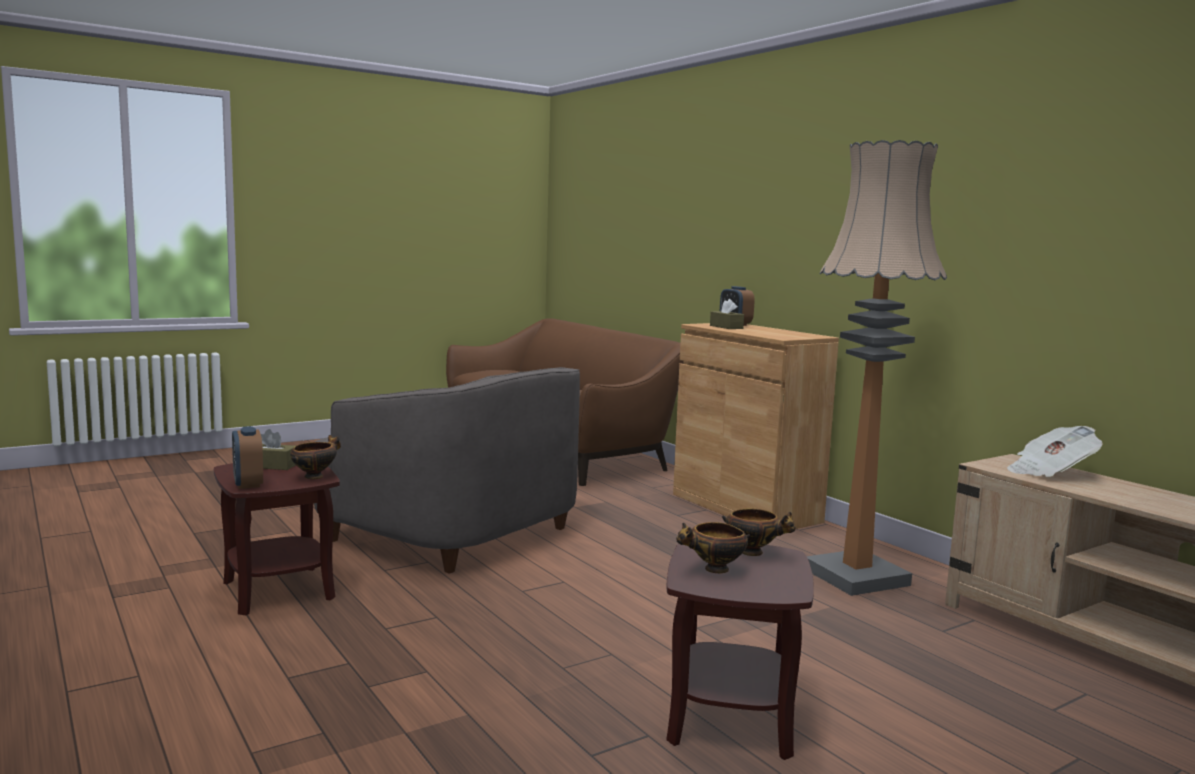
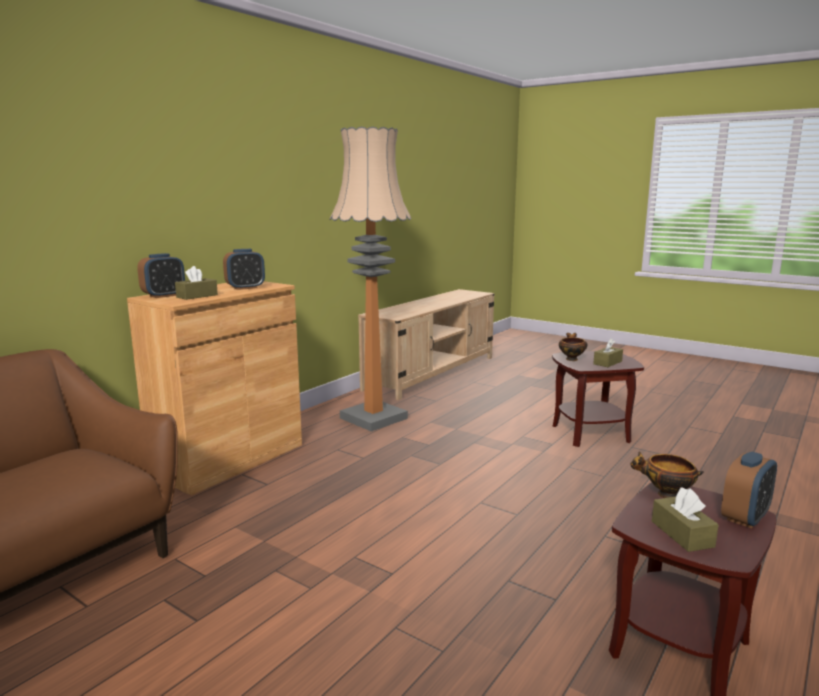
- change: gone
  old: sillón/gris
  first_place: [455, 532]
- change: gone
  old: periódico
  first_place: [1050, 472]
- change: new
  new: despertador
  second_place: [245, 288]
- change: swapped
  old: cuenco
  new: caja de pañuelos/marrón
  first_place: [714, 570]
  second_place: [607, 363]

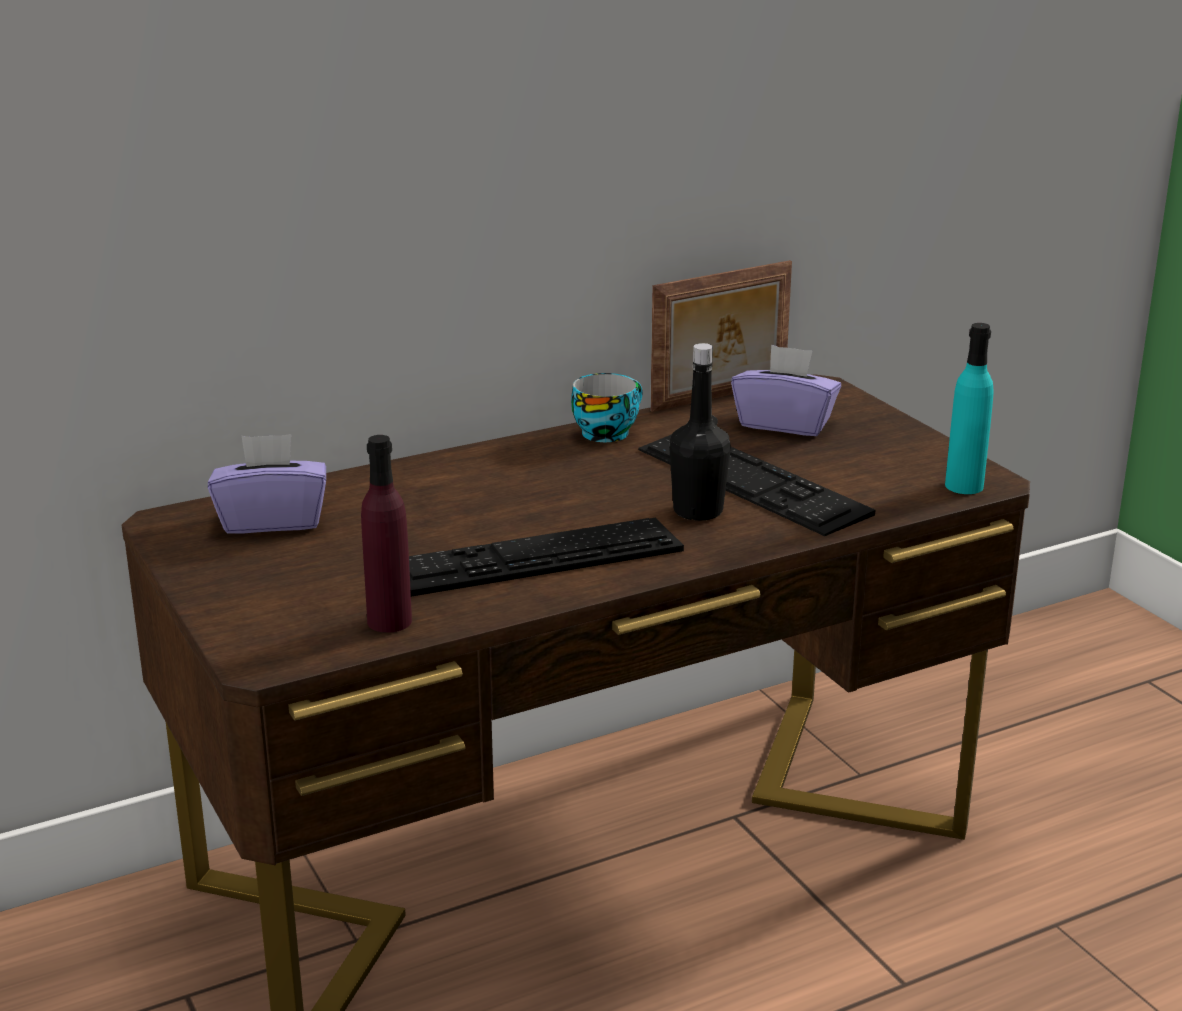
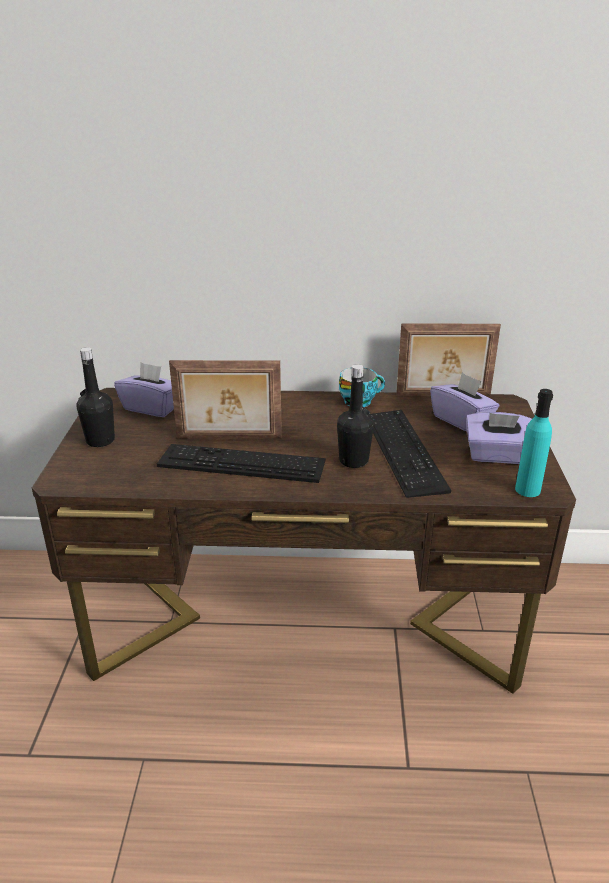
- change: gone
  old: botella/morado
  first_place: [389, 621]
- change: new
  new: botella/negro
  second_place: [100, 440]
- change: new
  new: portarretratos
  second_place: [229, 438]
- change: new
  new: caja de pañuelos/morado
  second_place: [497, 455]

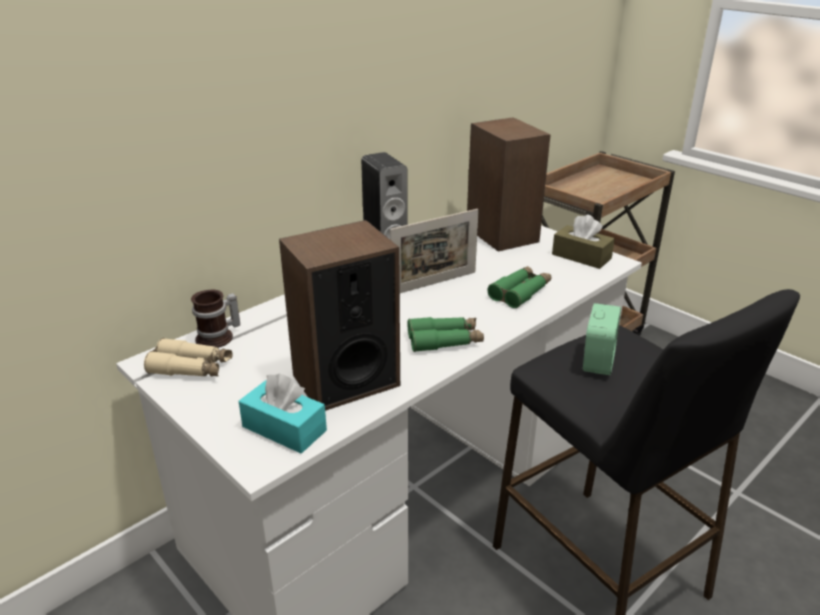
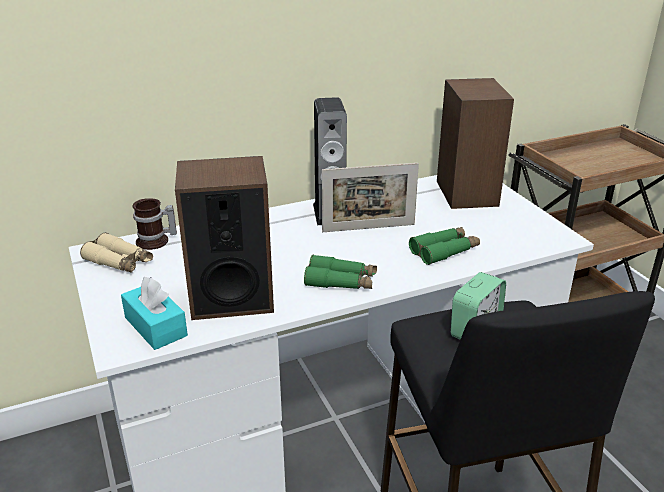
- change: gone
  old: caja de pañuelos/marrón
  first_place: [581, 256]

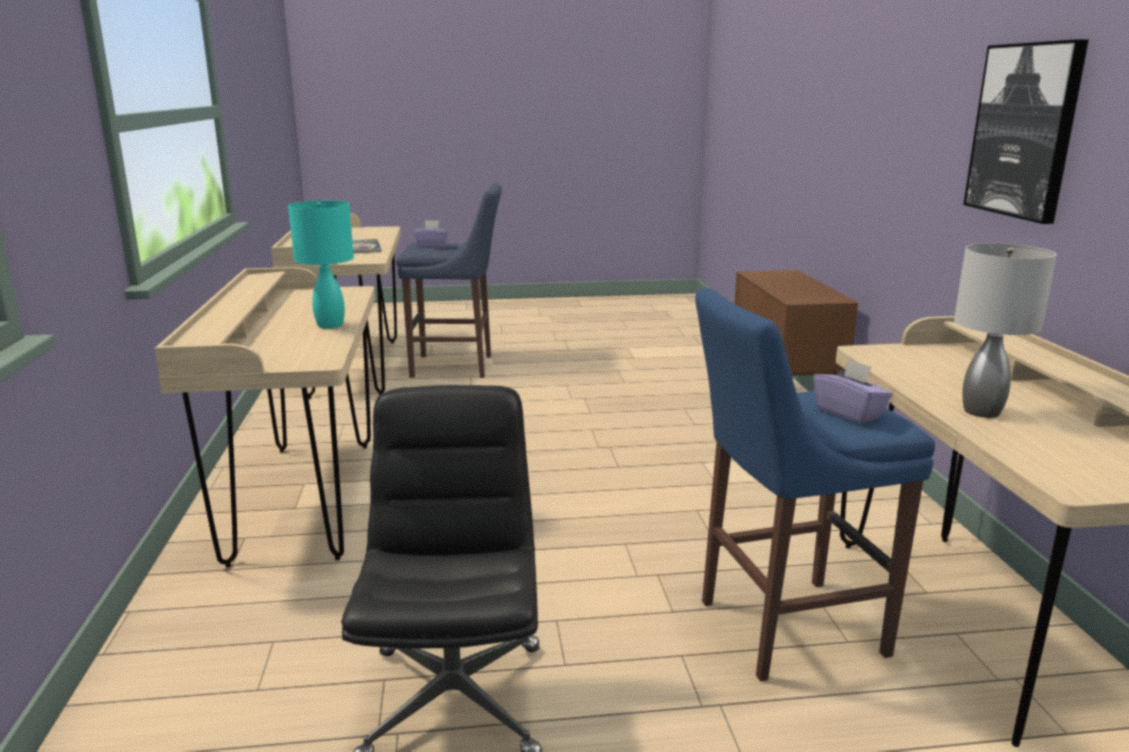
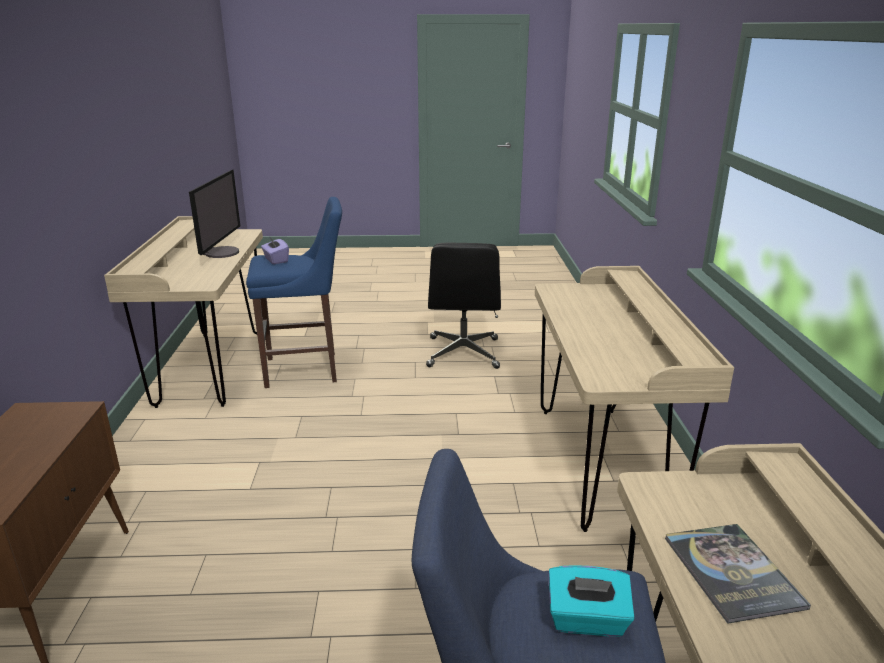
- change: gone
  old: lámpara de mesa/turquesa
  first_place: [329, 325]
- change: gone
  old: cuadro
  first_place: [1024, 130]
- change: swapped
  old: lámpara de mesa/gris
  new: monitor
  first_place: [983, 412]
  second_place: [221, 252]
- change: repainted
  old: caja de pañuelos/morado
  new: caja de pañuelos/turquesa
  first_place: [432, 246]
  second_place: [587, 620]

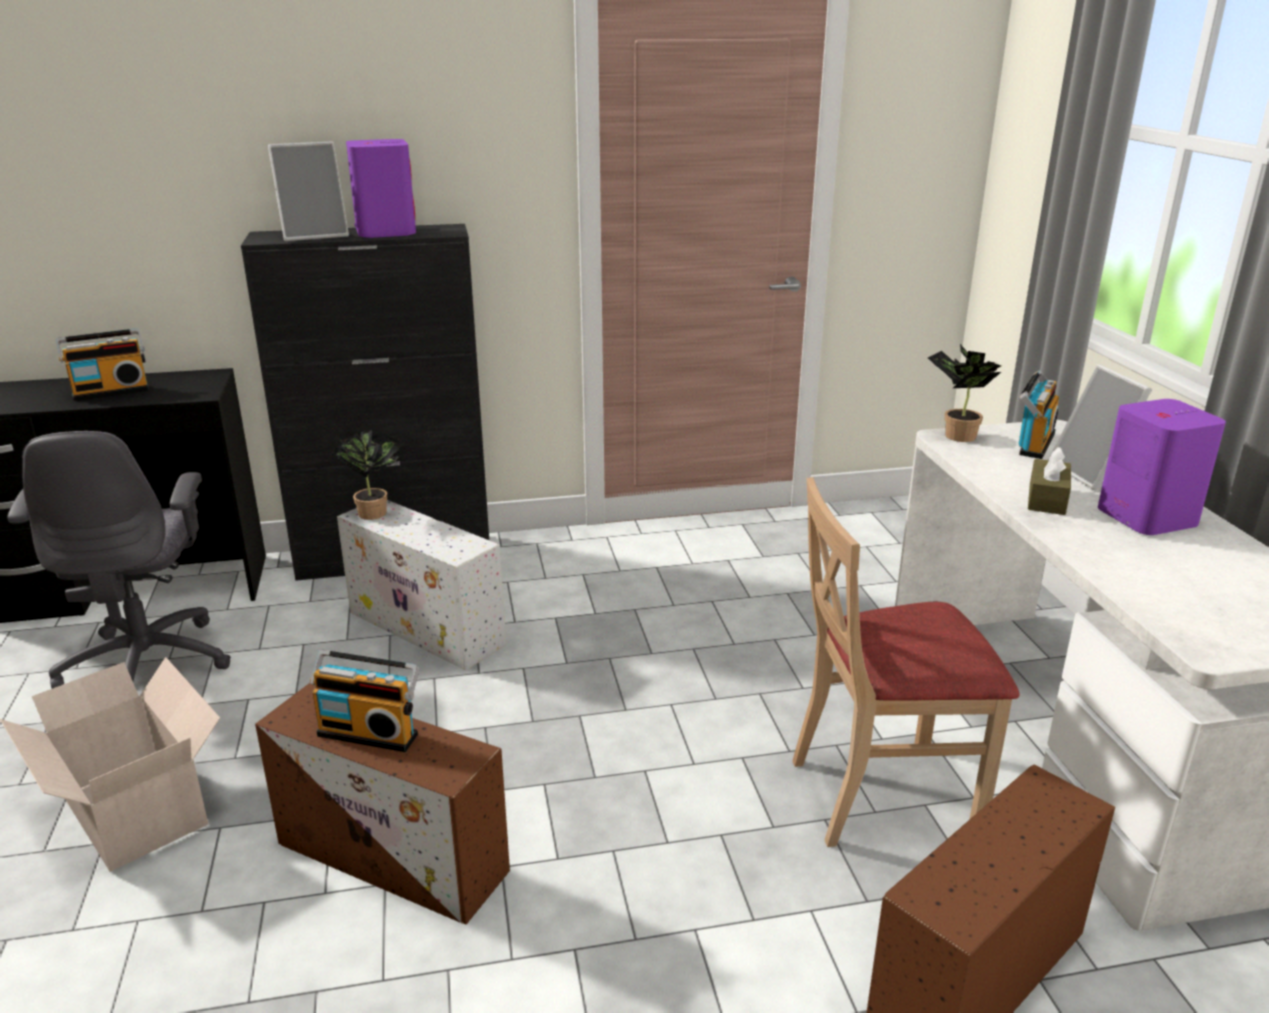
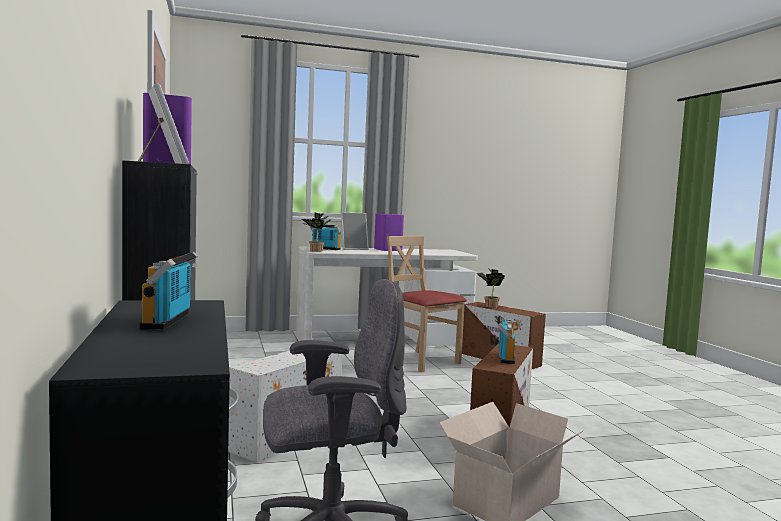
- change: gone
  old: caja de pañuelos/marrón
  first_place: [1047, 499]
- change: shifted
  old: planta en maceta
  first_place: [375, 511]
  second_place: [489, 306]
- change: rotated
  old: radio
  first_place: [111, 391]
  second_place: [169, 321]
  degrees: -150
- change: rotated
  old: silla/beis
  first_place: [882, 794]
  second_place: [421, 361]
  degrees: 150

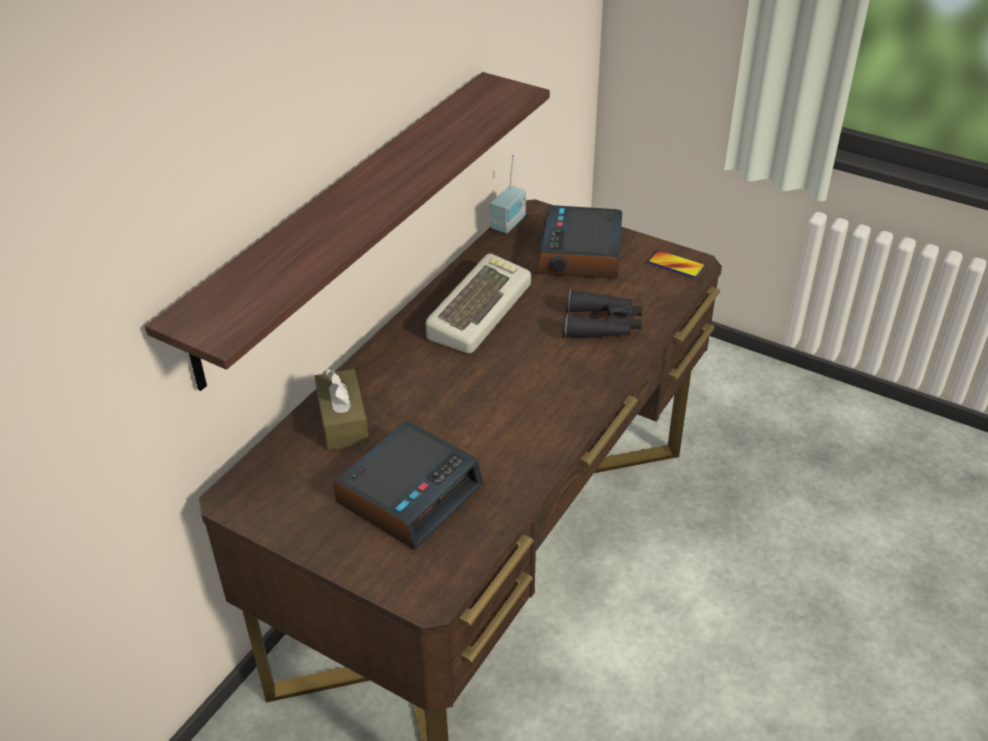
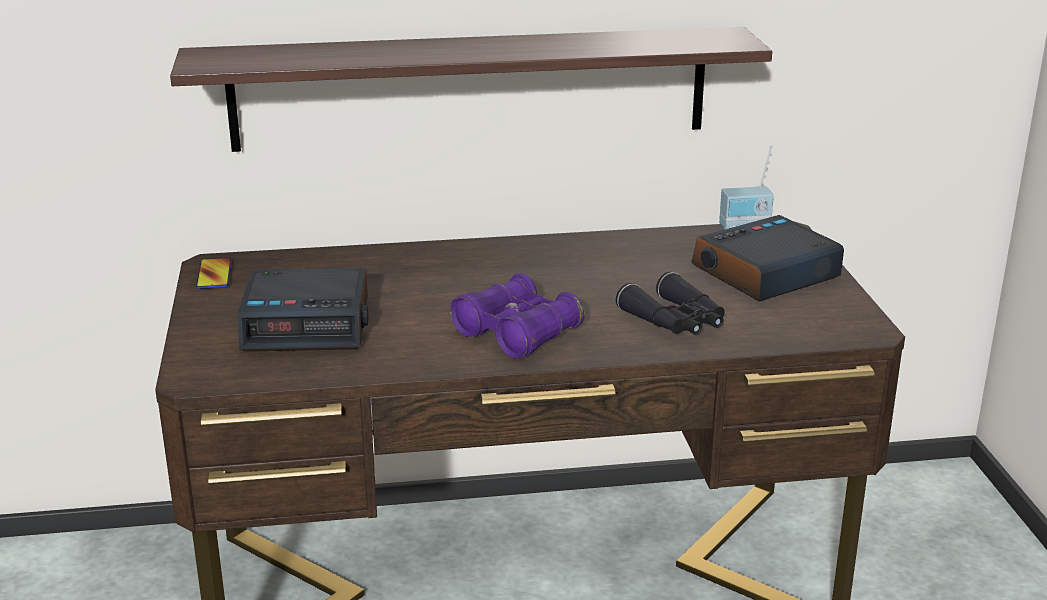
- change: gone
  old: caja de pañuelos/marrón
  first_place: [343, 421]
- change: gone
  old: teclado
  first_place: [477, 310]
- change: new
  new: prismáticos/morado
  second_place: [517, 333]
- change: shifted
  old: móvil
  first_place: [676, 265]
  second_place: [214, 275]

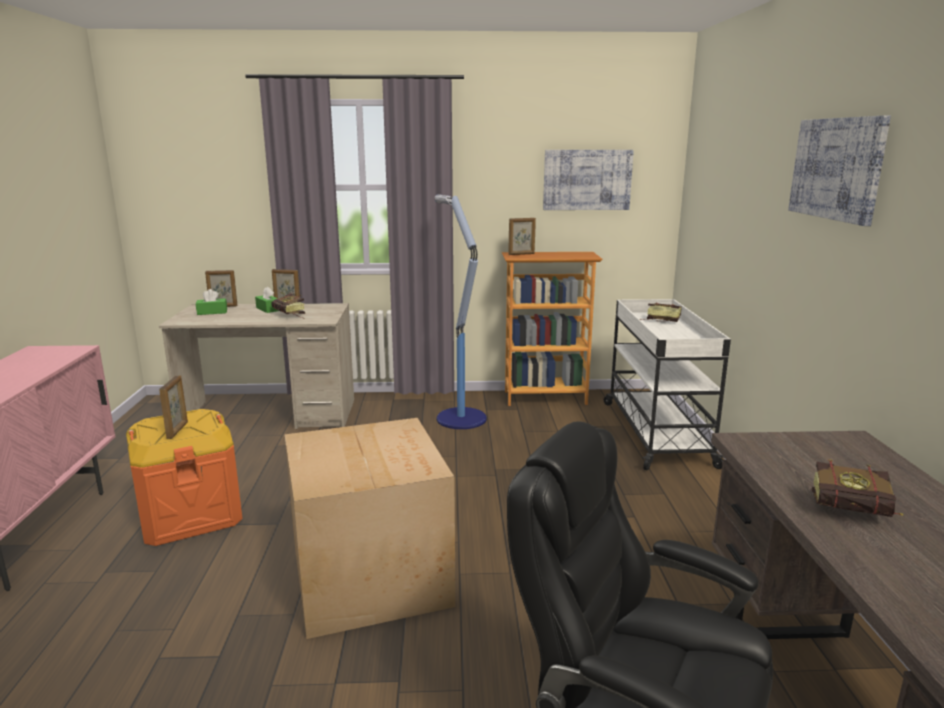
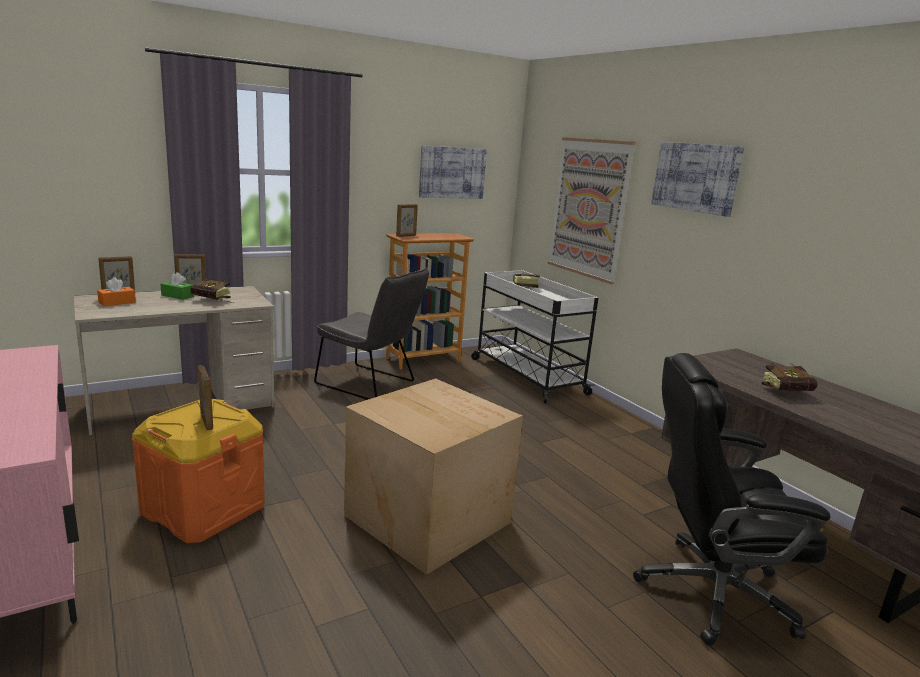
- change: new
  new: cuadro
  second_place: [588, 208]
- change: swapped
  old: lámpara de pie
  new: silla/gris
  first_place: [460, 418]
  second_place: [370, 384]
- change: repainted
  old: caja de pañuelos/verde
  new: caja de pañuelos/naranja
  first_place: [212, 312]
  second_place: [117, 302]

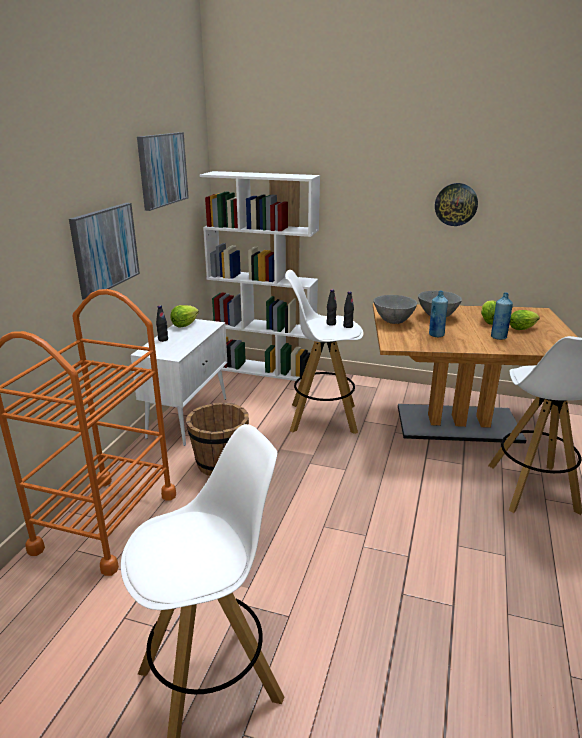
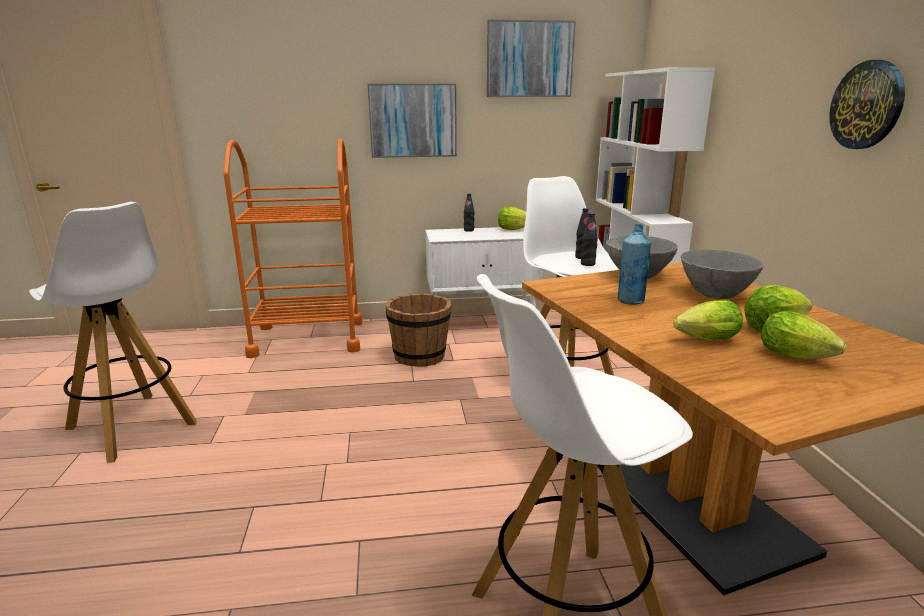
- change: swapped
  old: botella/azul
  new: lechuga
  first_place: [498, 337]
  second_place: [703, 340]

